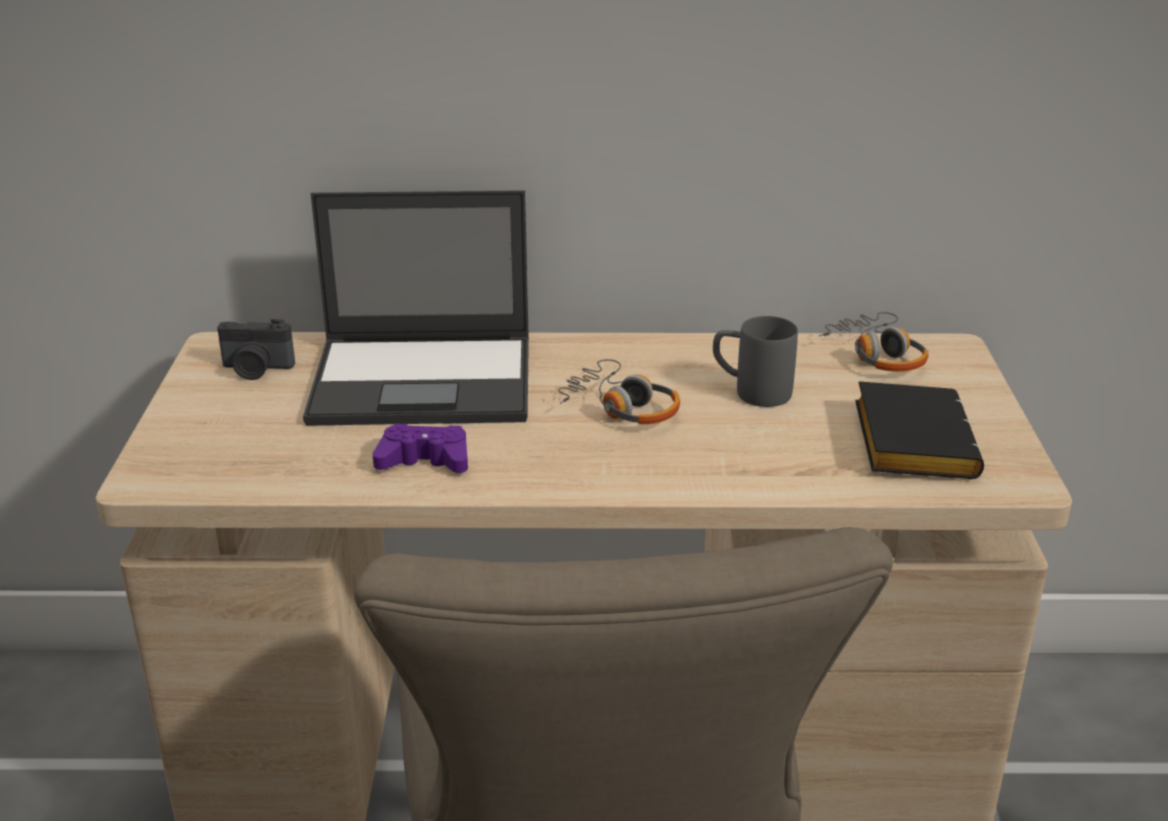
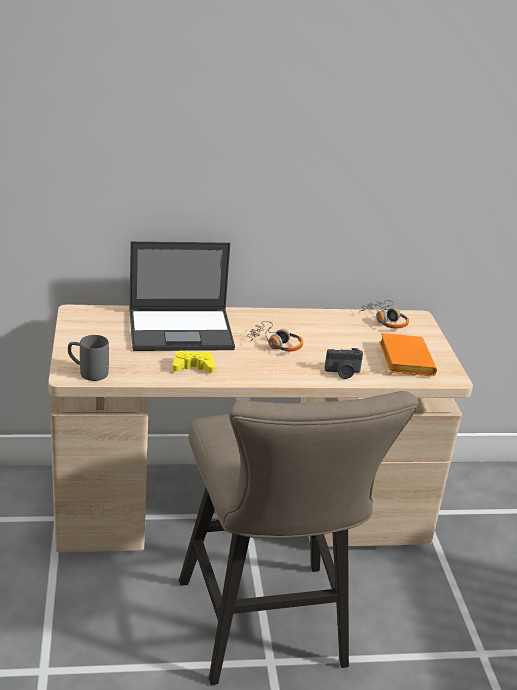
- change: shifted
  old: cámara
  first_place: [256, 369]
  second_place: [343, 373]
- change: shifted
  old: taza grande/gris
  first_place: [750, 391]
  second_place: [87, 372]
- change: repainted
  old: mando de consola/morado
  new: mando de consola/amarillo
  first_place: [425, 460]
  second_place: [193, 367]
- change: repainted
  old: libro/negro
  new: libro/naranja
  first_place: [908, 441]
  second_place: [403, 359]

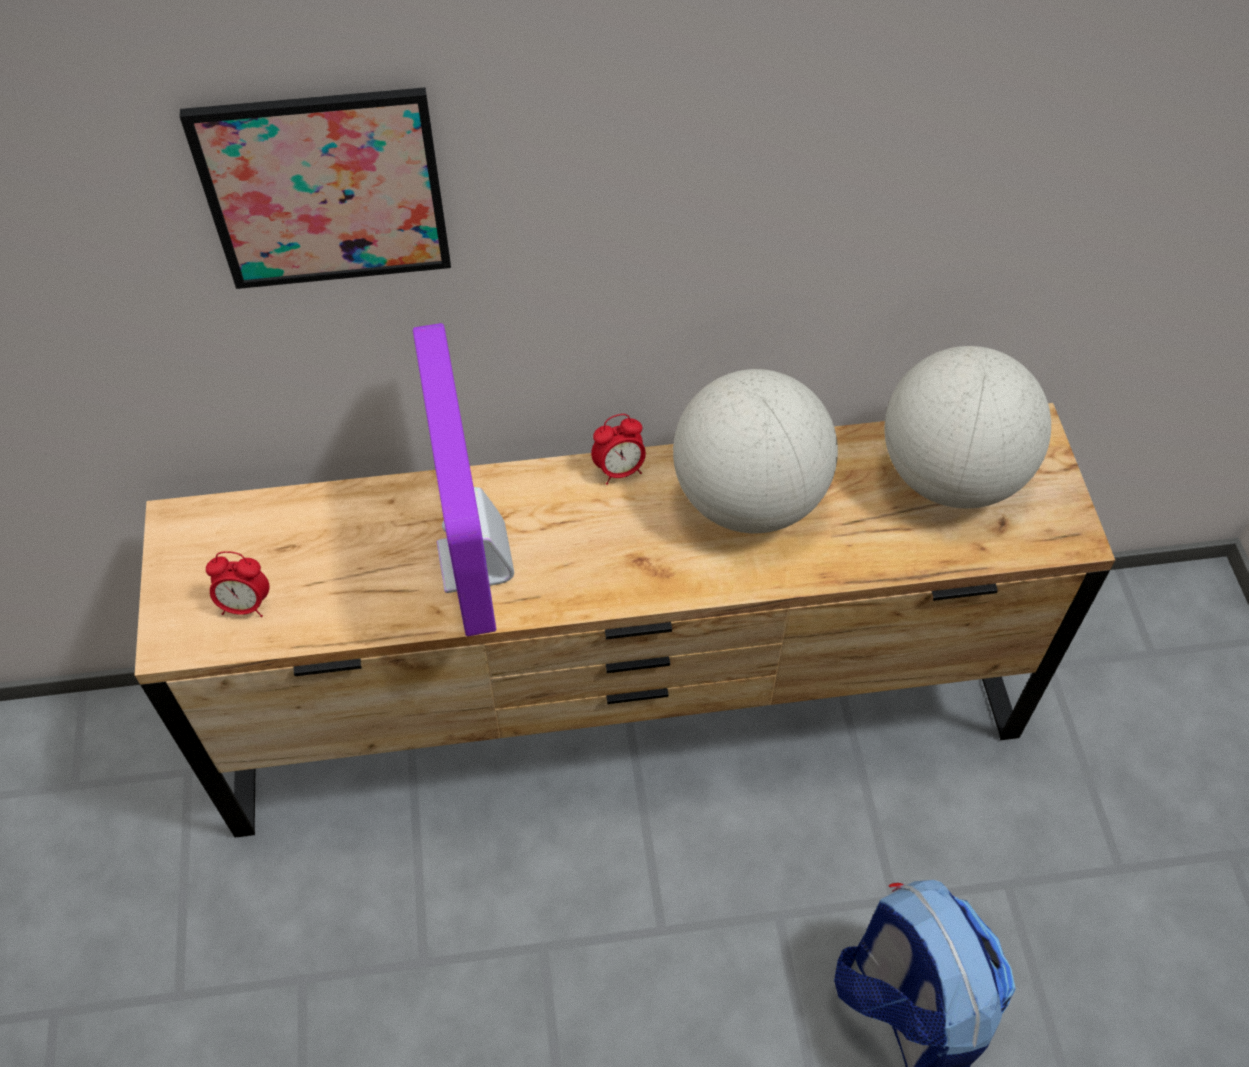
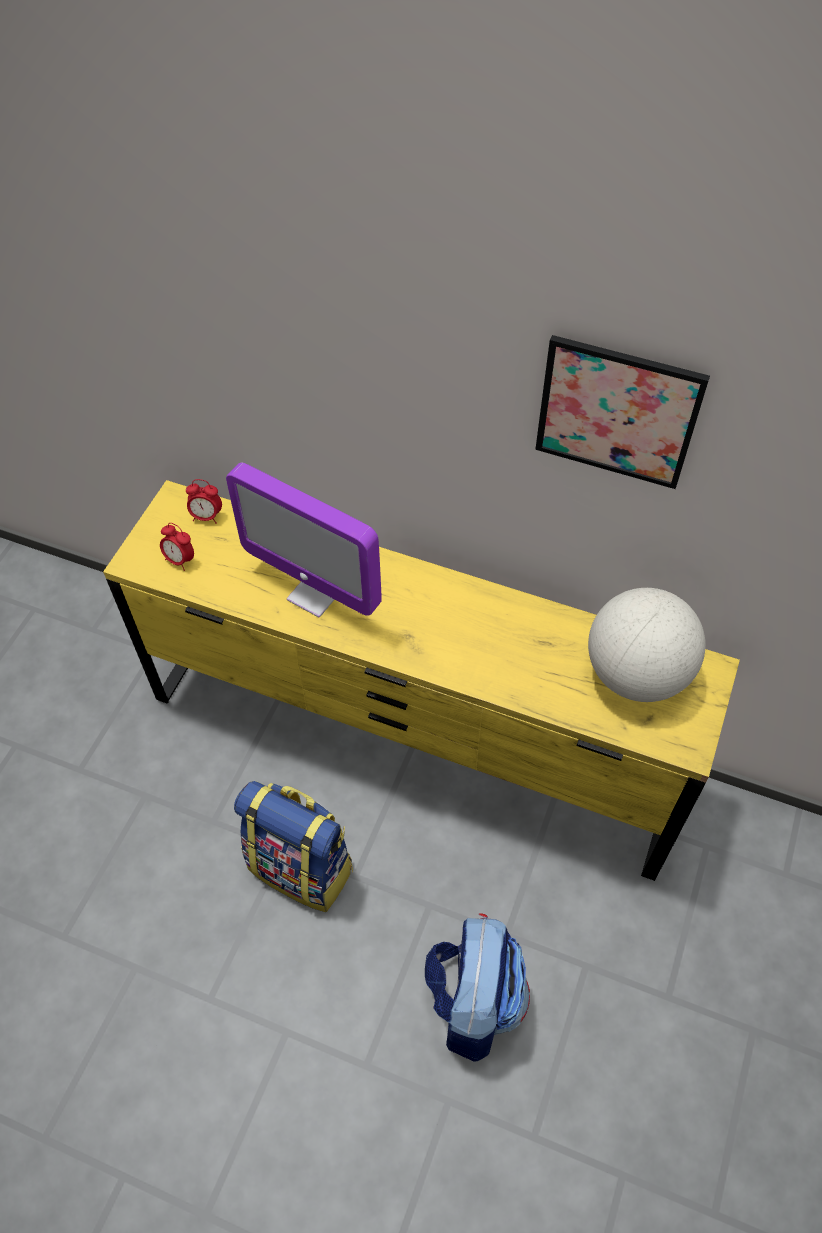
- change: gone
  old: globo terráqueo
  first_place: [748, 498]
- change: new
  new: mochila
  second_place: [302, 867]
- change: shifted
  old: cuadro
  first_place: [325, 190]
  second_place: [617, 412]
- change: shifted
  old: despertador
  first_place: [619, 470]
  second_place: [206, 516]
- change: repainted
  old: cómoda/marrón
  new: cómoda/amarillo
  first_place: [624, 713]
  second_place: [412, 739]
- change: rotated
  old: monitor
  first_place: [475, 561]
  second_place: [316, 593]
  degrees: -75

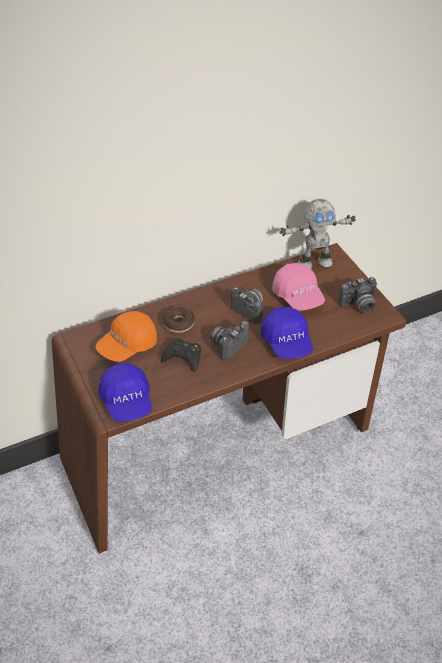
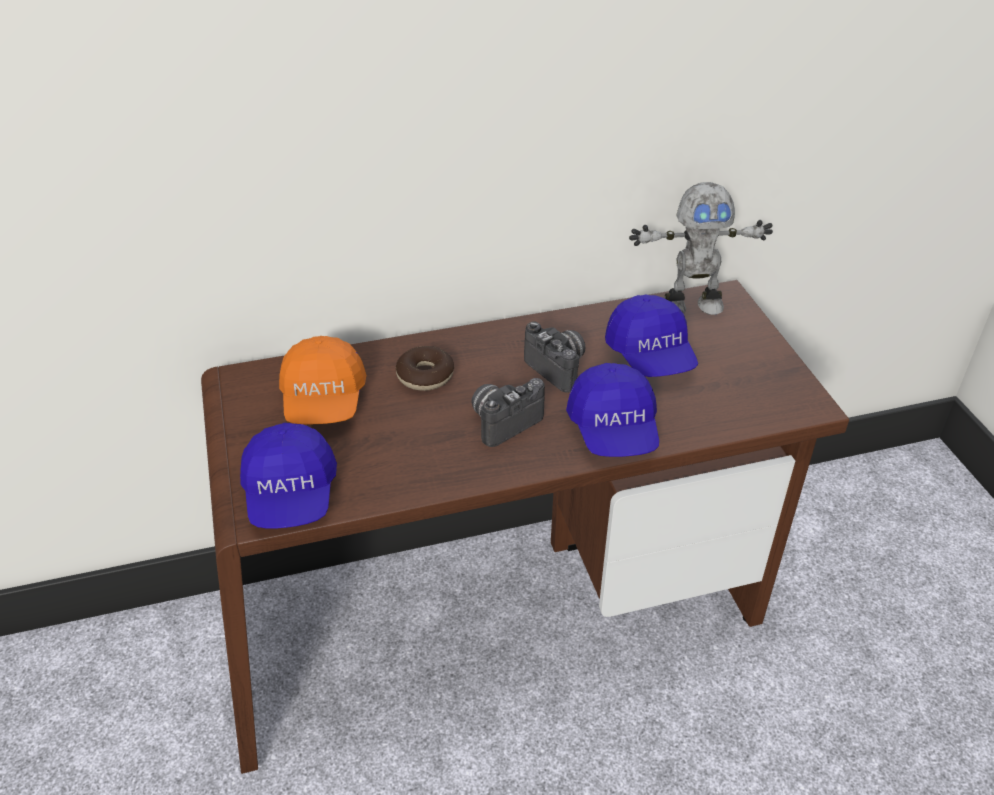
- change: gone
  old: mando de consola/negro
  first_place: [183, 357]
- change: gone
  old: cámara
  first_place: [359, 305]
- change: repainted
  old: gorra/rosa
  new: gorra/azul
  first_place: [298, 296]
  second_place: [651, 356]
- change: rotated
  old: gorra/naranja
  first_place: [127, 346]
  second_place: [324, 401]
  degrees: -60

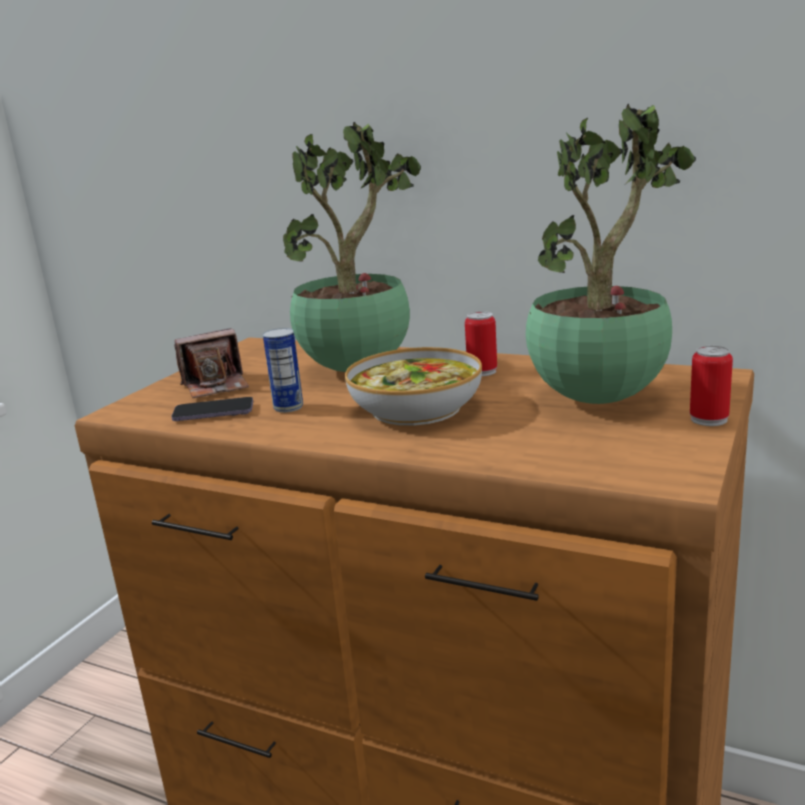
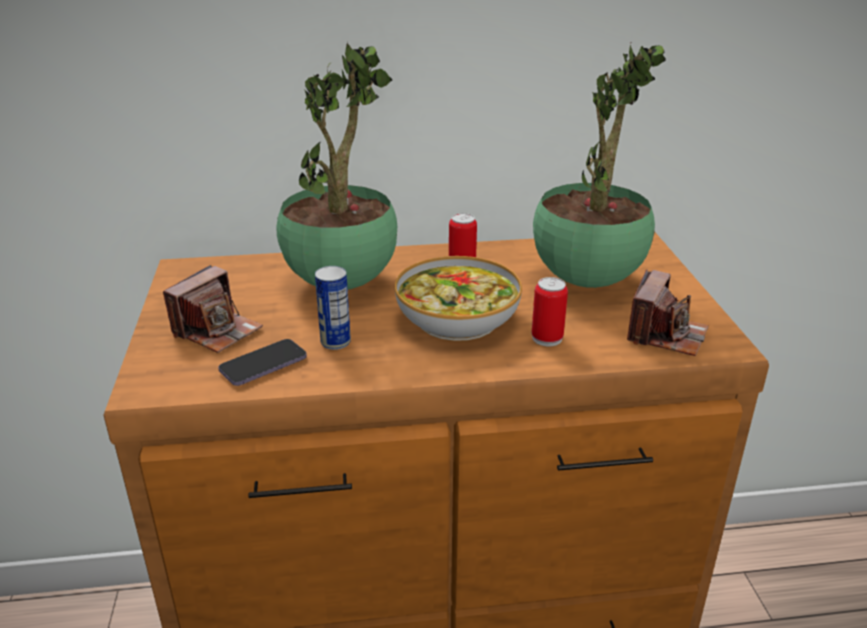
- change: new
  new: cámara
  second_place: [665, 335]
- change: shifted
  old: lata
  first_place: [709, 419]
  second_place: [547, 338]

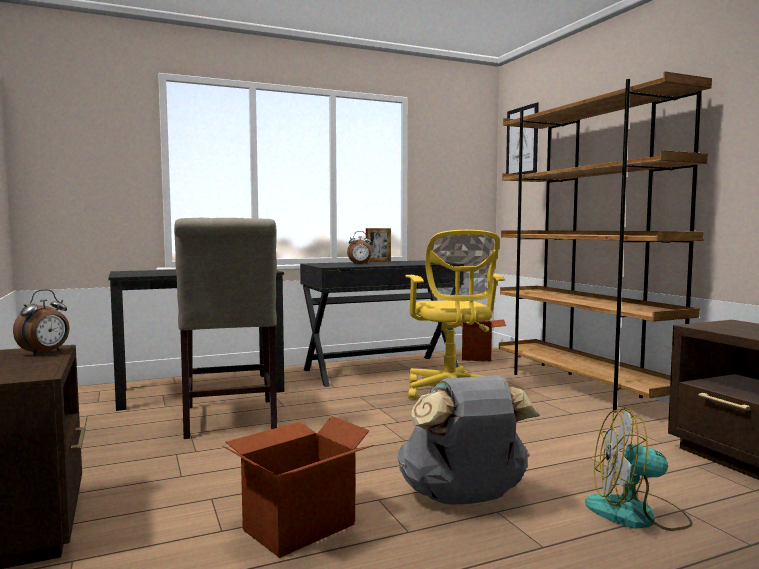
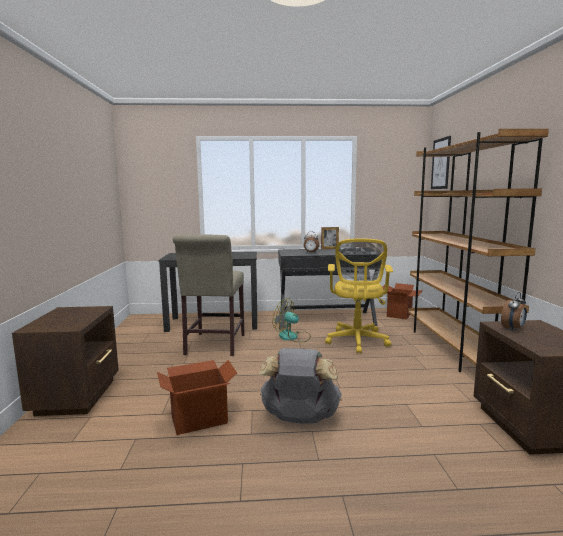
- change: shifted
  old: despertador
  first_place: [45, 353]
  second_place: [513, 328]
- change: shifted
  old: ventilador
  first_place: [637, 514]
  second_place: [292, 337]

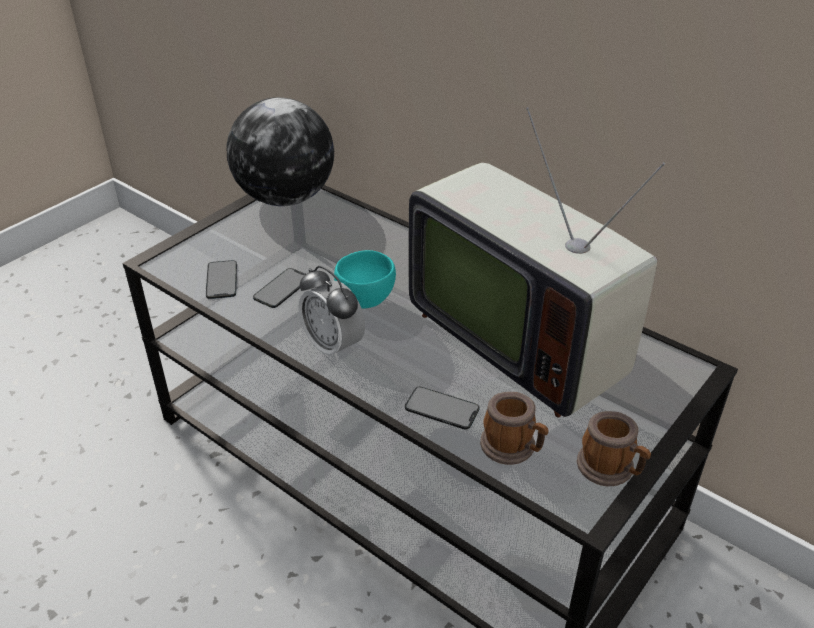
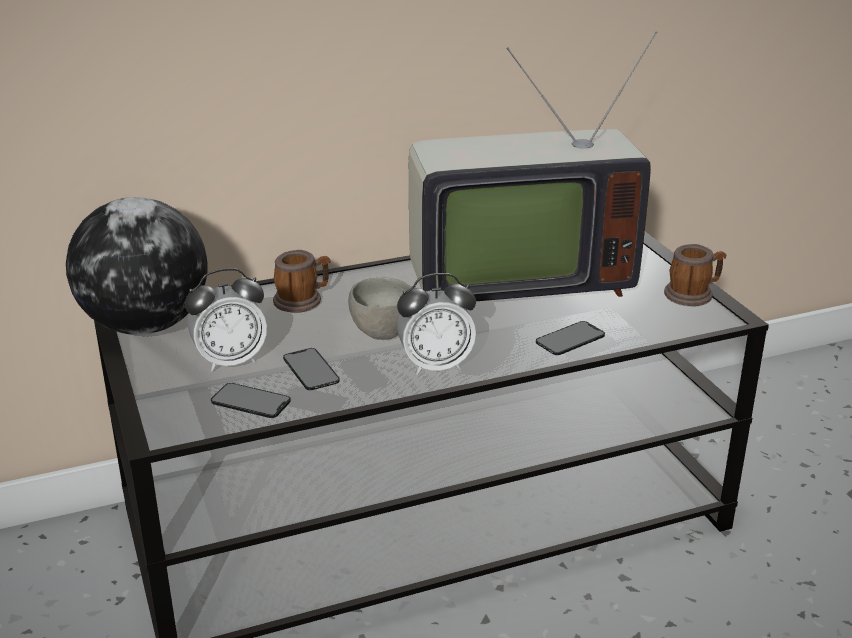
- change: new
  new: despertador
  second_place: [230, 361]
- change: shifted
  old: taza grande
  first_place: [513, 447]
  second_place: [303, 300]
- change: repainted
  old: cuenco/turquesa
  new: cuenco/gris
  first_place: [364, 298]
  second_place: [380, 331]

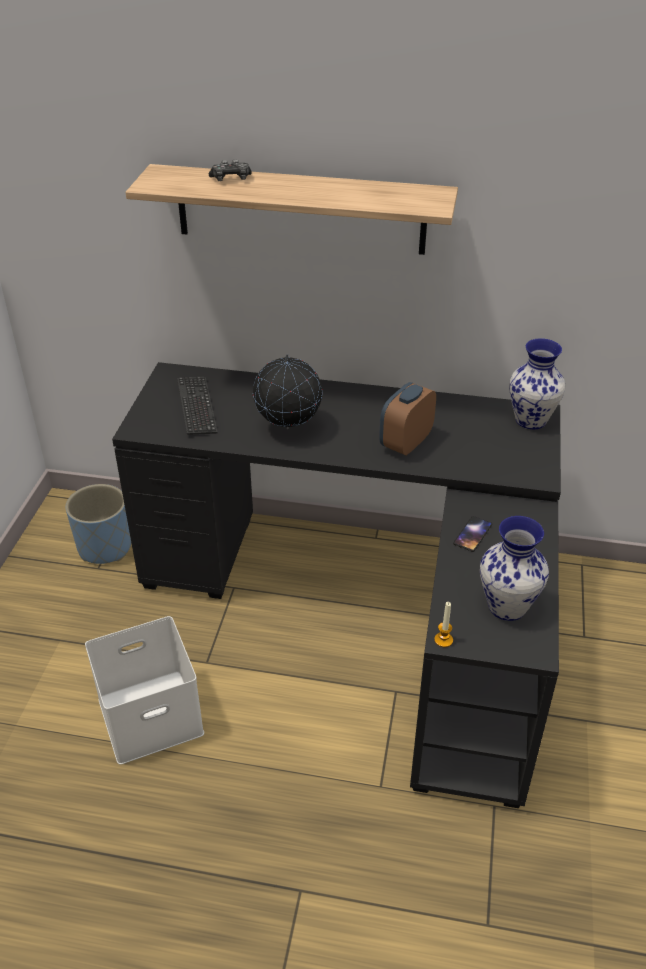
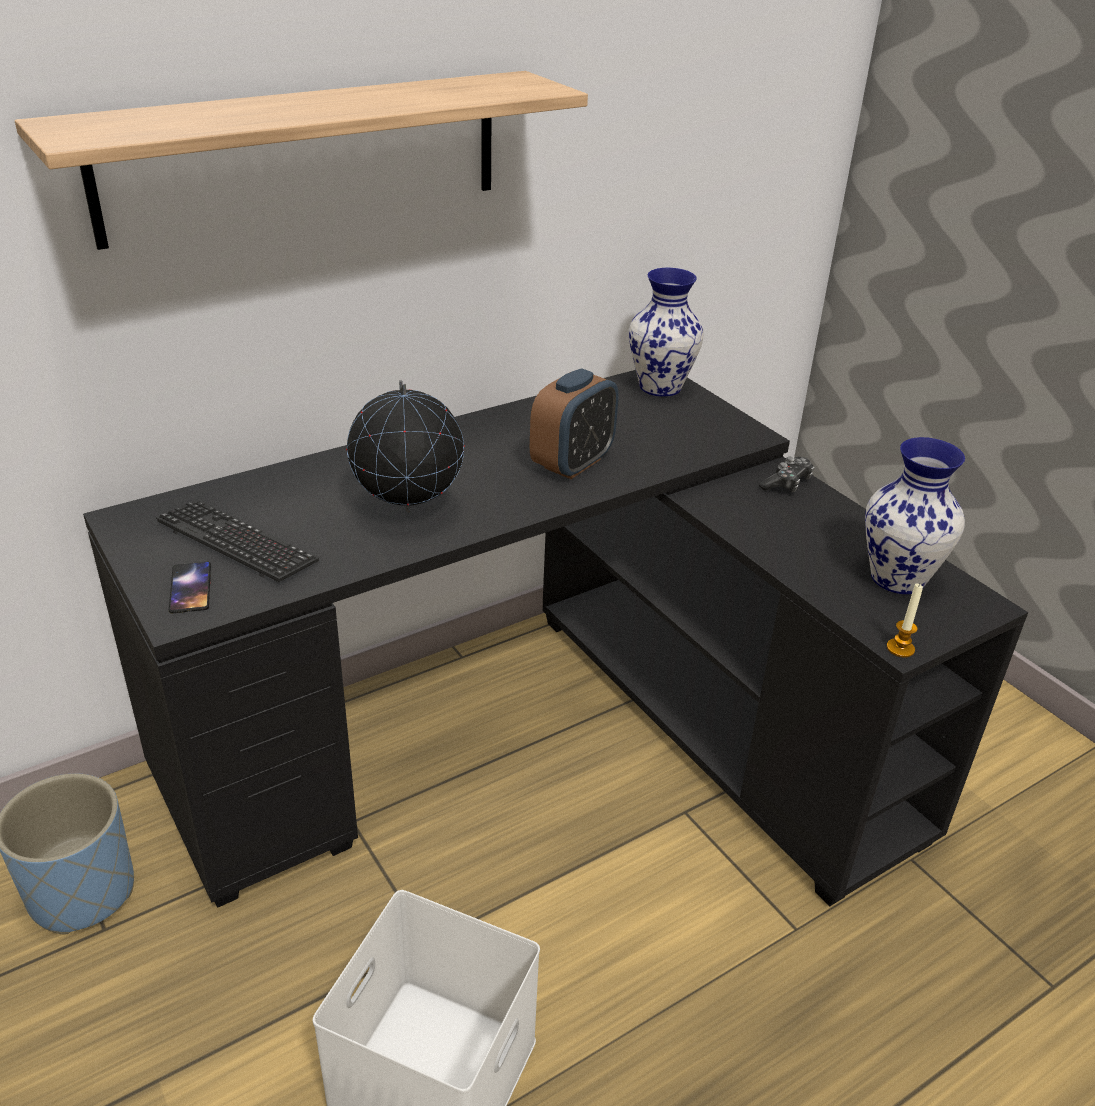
- change: shifted
  old: mando de consola
  first_place: [231, 179]
  second_place: [787, 483]
- change: shifted
  old: móvil
  first_place: [473, 534]
  second_place: [190, 588]
- change: rotated
  old: despertador
  first_place: [405, 443]
  second_place: [572, 464]
  degrees: -135

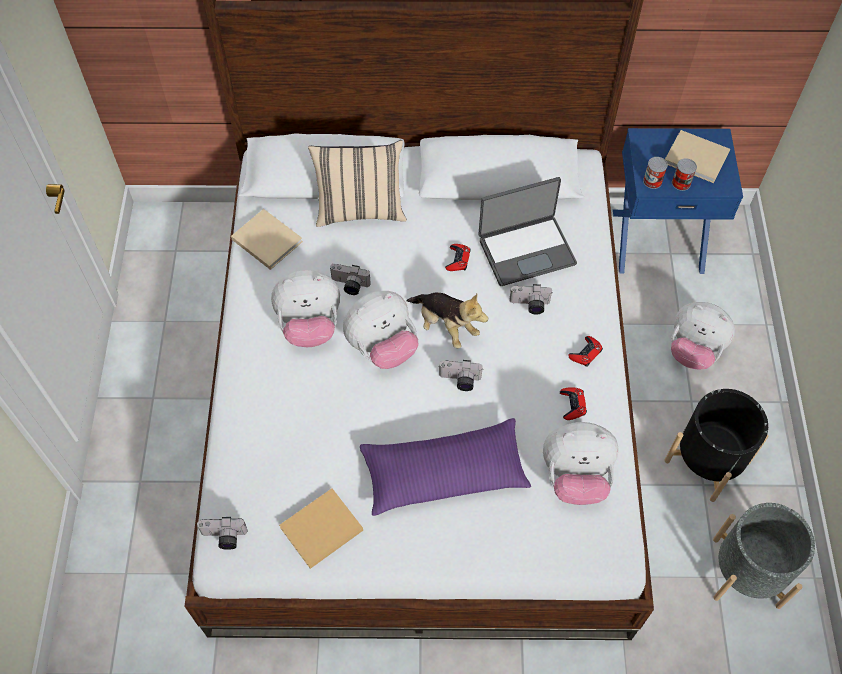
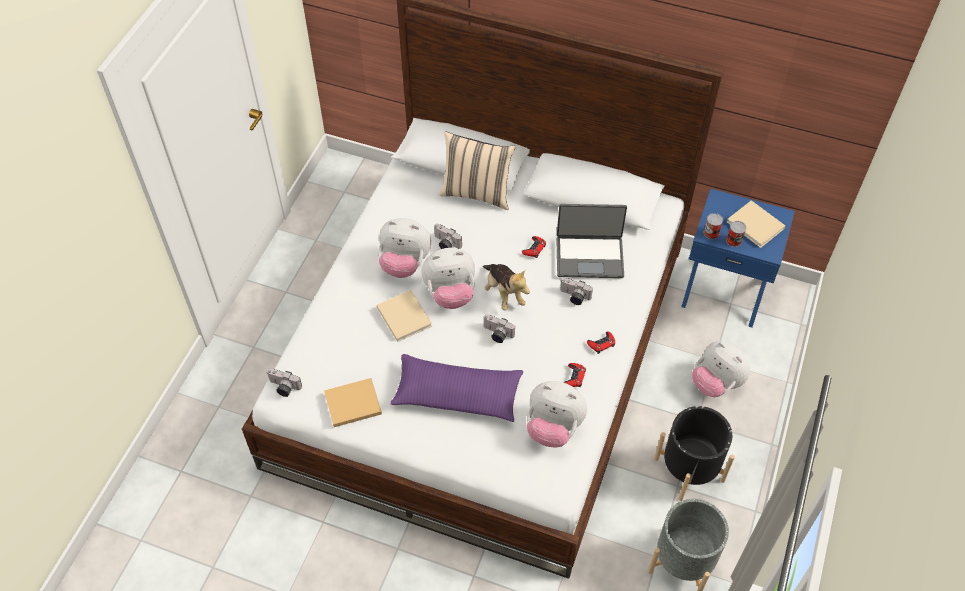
- change: shifted
  old: libro/beis
  first_place: [265, 239]
  second_place: [403, 315]

